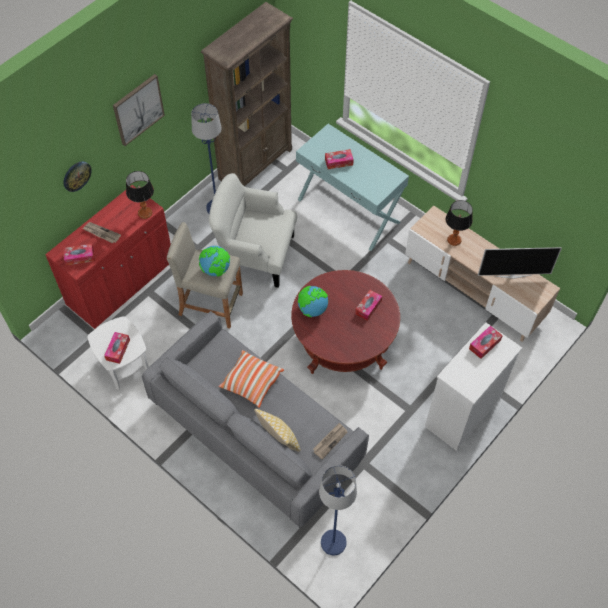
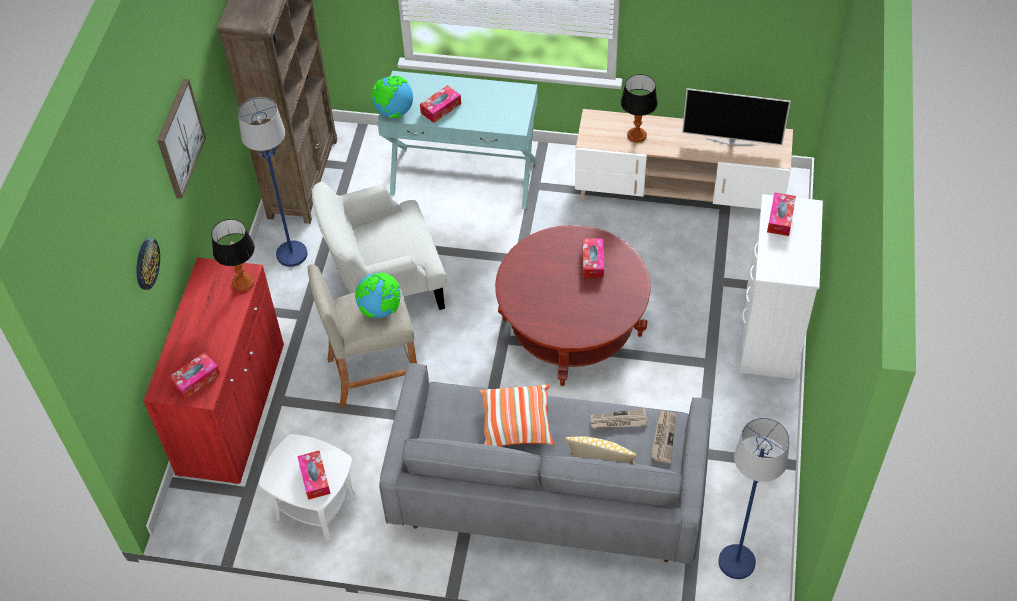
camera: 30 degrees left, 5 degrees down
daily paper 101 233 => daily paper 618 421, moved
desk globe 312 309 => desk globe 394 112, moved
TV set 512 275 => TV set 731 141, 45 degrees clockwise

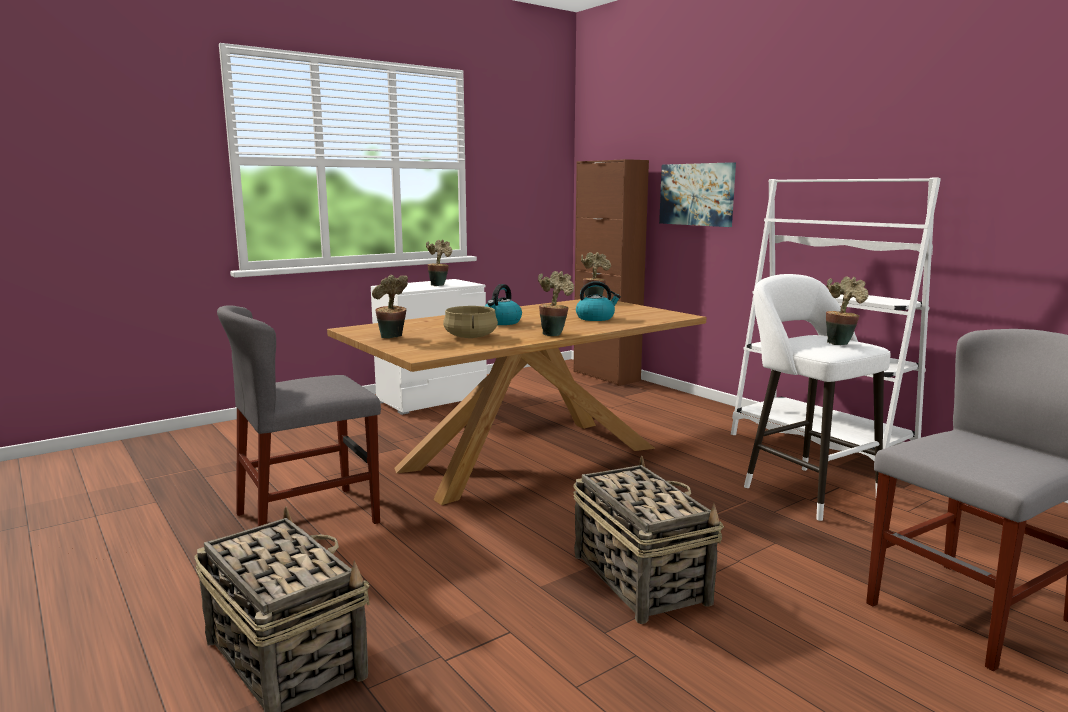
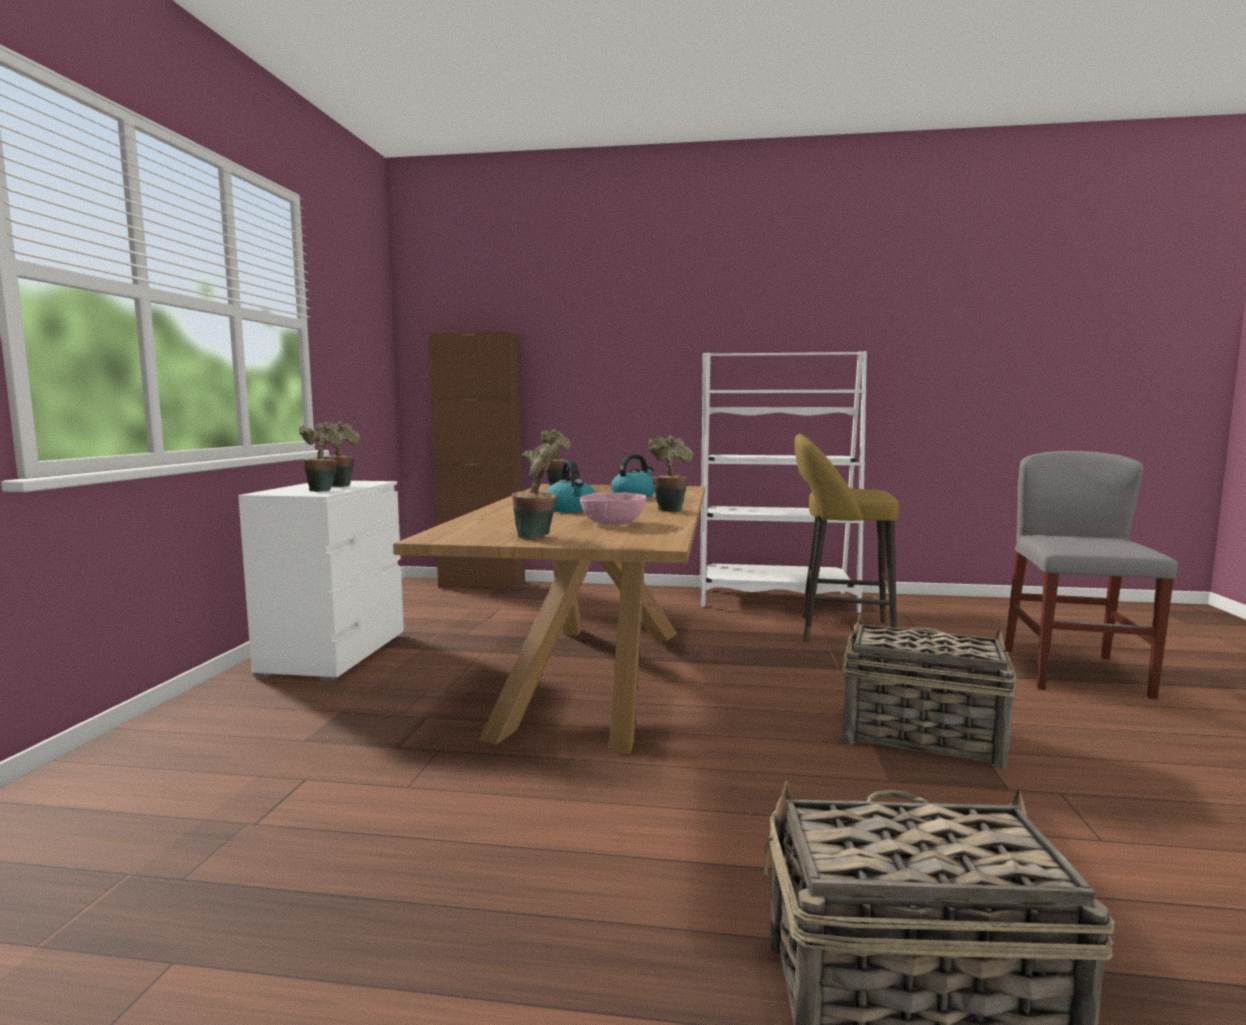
camera: 45 degrees left, 5 degrees down
plain chair (grey) 308 518 => nothing
saucepot (beige) 471 337 => bowl (pink-coloured) 613 523
wall art 697 194 => nothing
sitting stool (whitish) 804 490 => sitting stool (yellow) 838 631
plant in a pot 840 342 => plant in a pot 322 490, moved

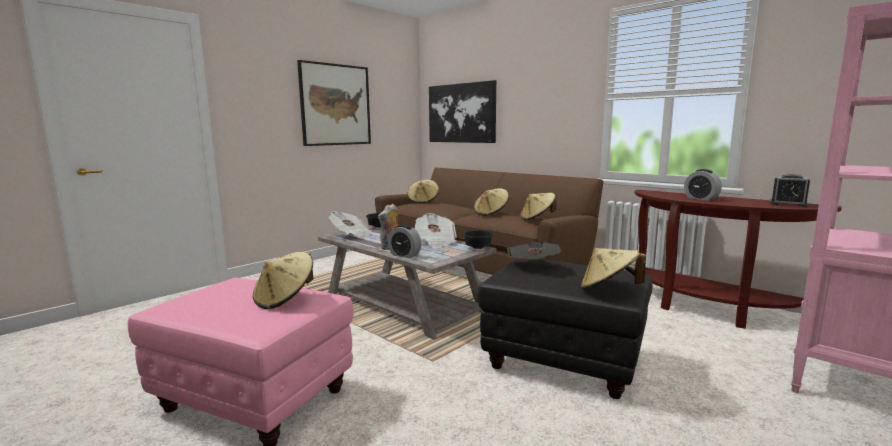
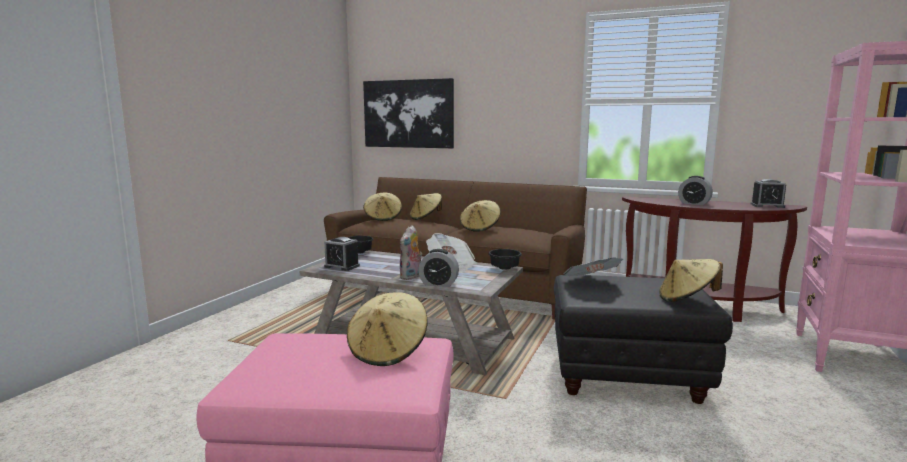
camera: 20 degrees left, 0 degrees up
wall art 335 105 => nothing
daily paper 351 236 => alarm clock 342 266
clothing hat (beige) 537 218 => clothing hat (beige) 426 218, moved

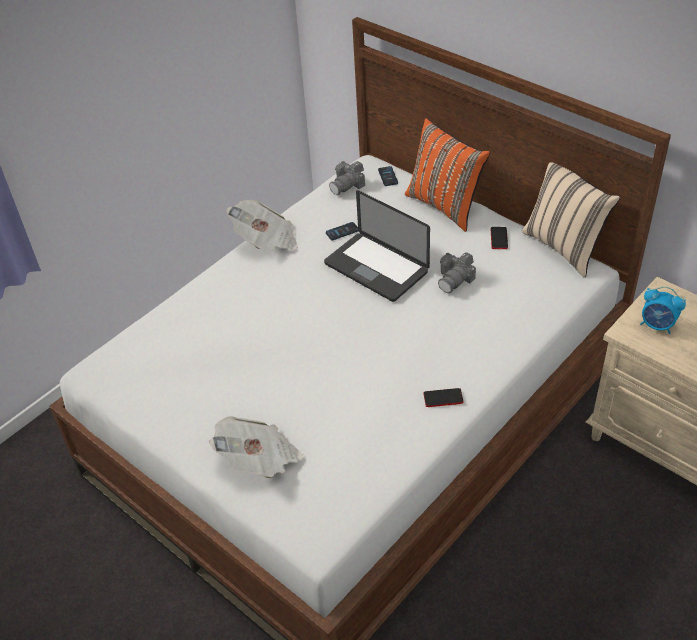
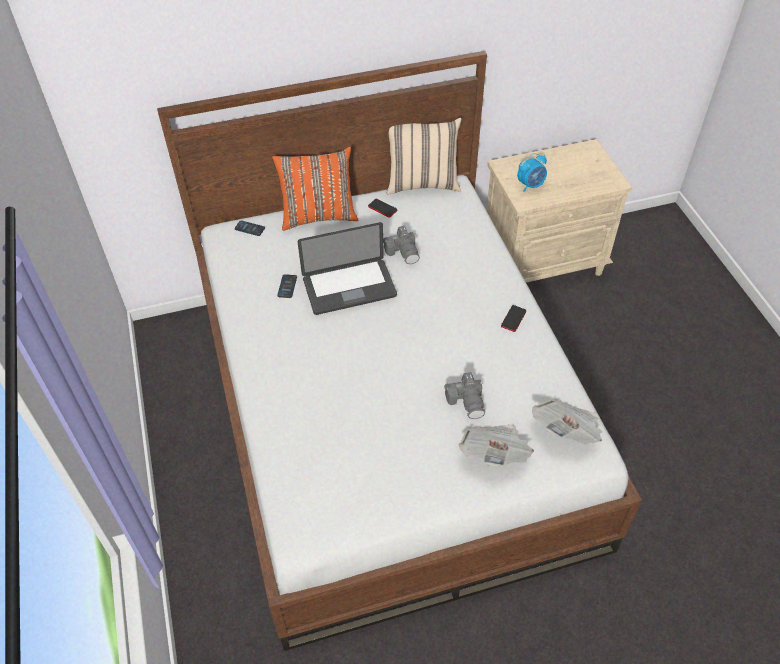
camera: 60 degrees left, 5 degrees up
daily paper 266 241 => daily paper 567 431, moved
still camera 347 185 => still camera 467 401, moved

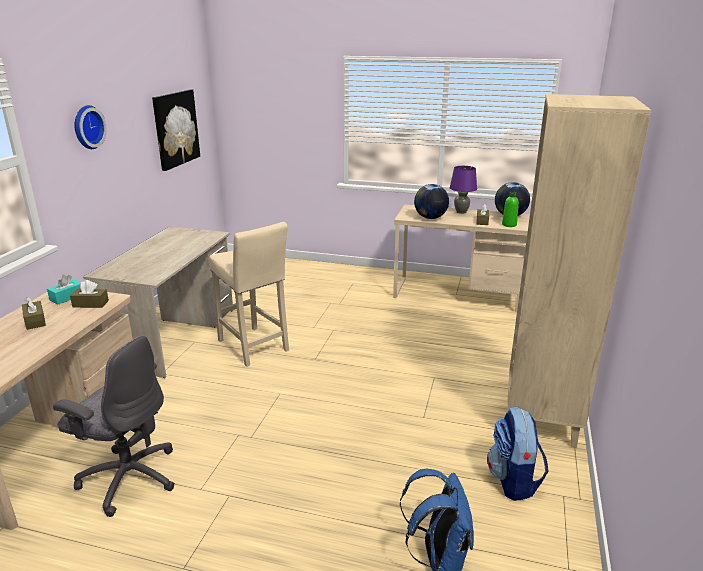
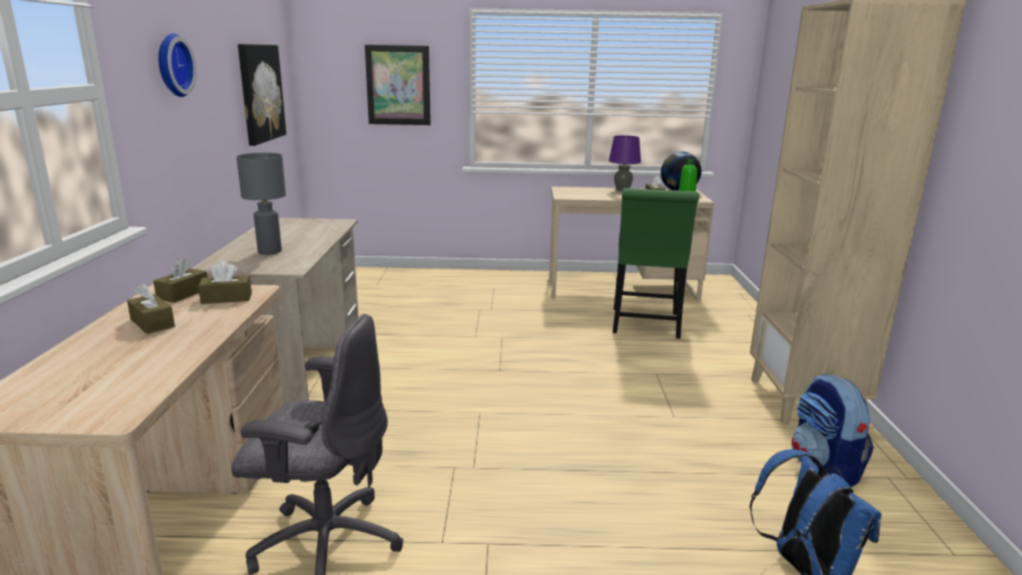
camera: 15 degrees left, 5 degrees down
box of tissues (turquoise-coloured) 67 297 => box of tissues (brownish) 183 294
sitting stool (beige) 254 347 => nothing
desk globe 430 218 => nothing
nothing => lamp for a table (grey) 269 252
nothing => wall art 398 85
nothing => plain chair (green-coloured) 645 326

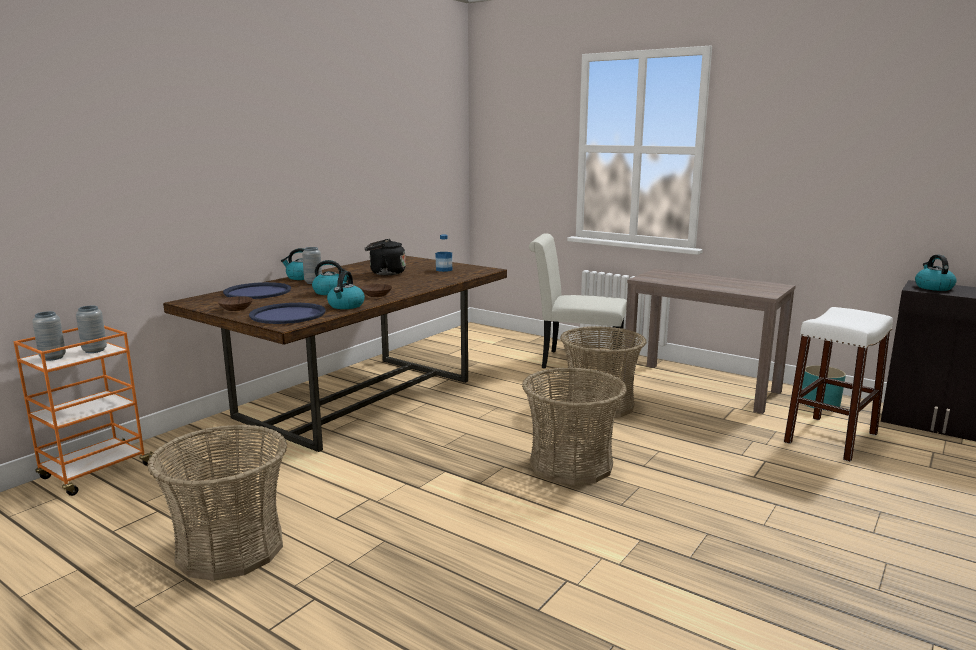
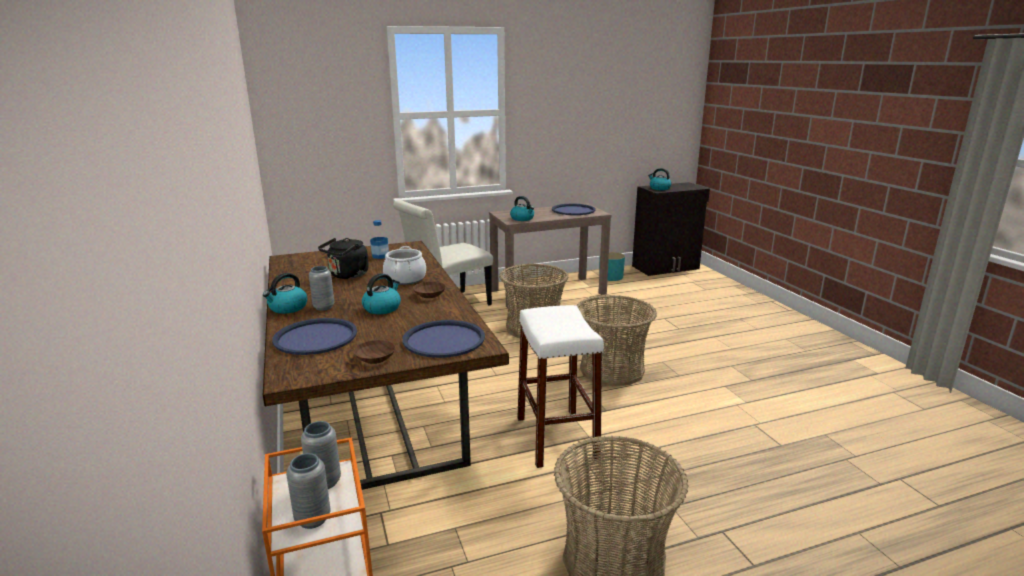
camera: 55 degrees left, 5 degrees up
kettle 346 306 => kettle 522 218, moved
sitting stool (whitish) 830 438 => sitting stool (whitish) 556 438, moved
nothing => saucepot 405 279
nothing => carrying tray (bluish) 573 210

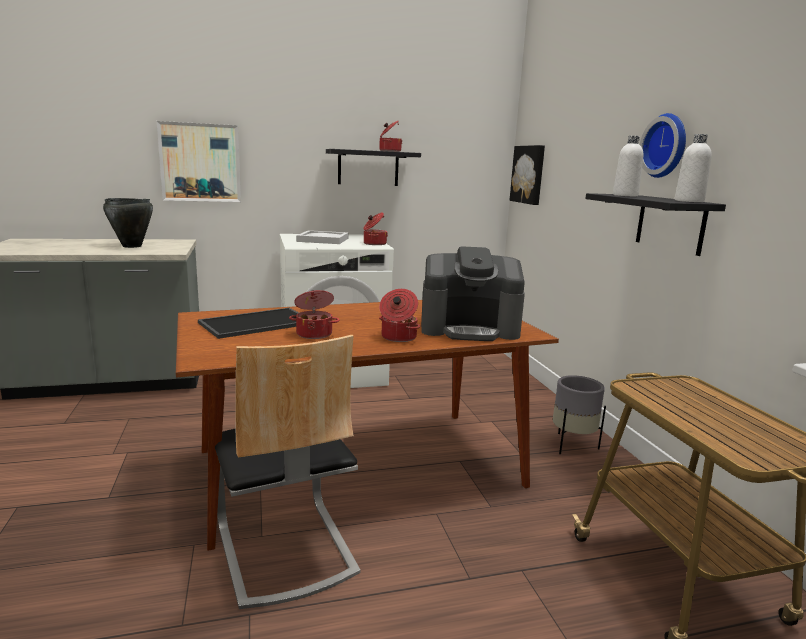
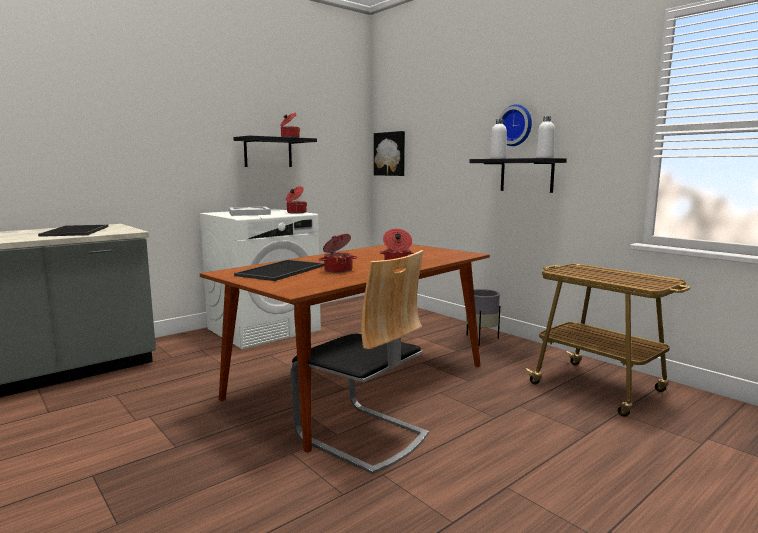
camera: 25 degrees left, 5 degrees down
saucepot (black-coloured) 132 246 => carrying tray 77 231
wall art 200 162 => nothing
coffee brewer 469 328 => nothing

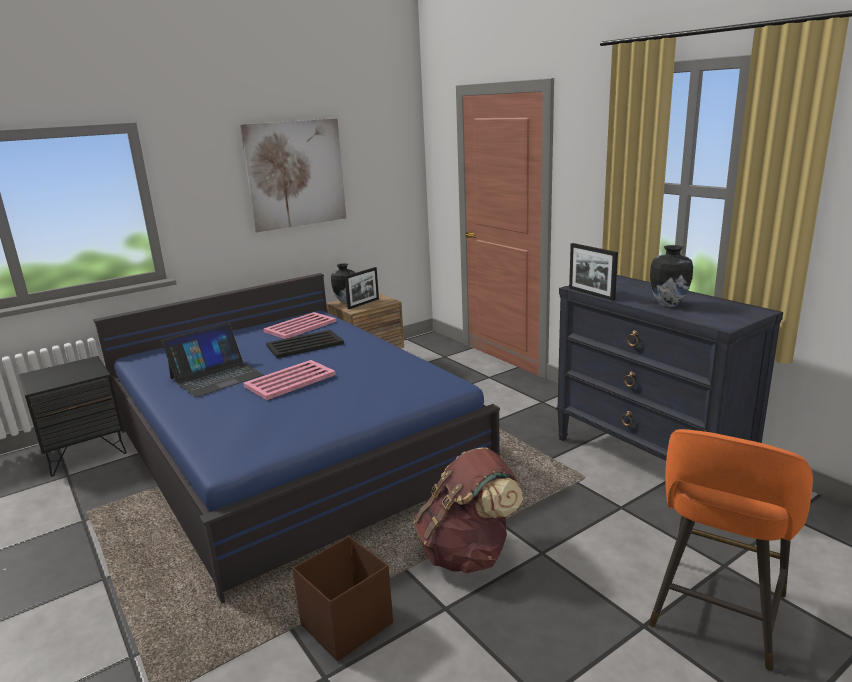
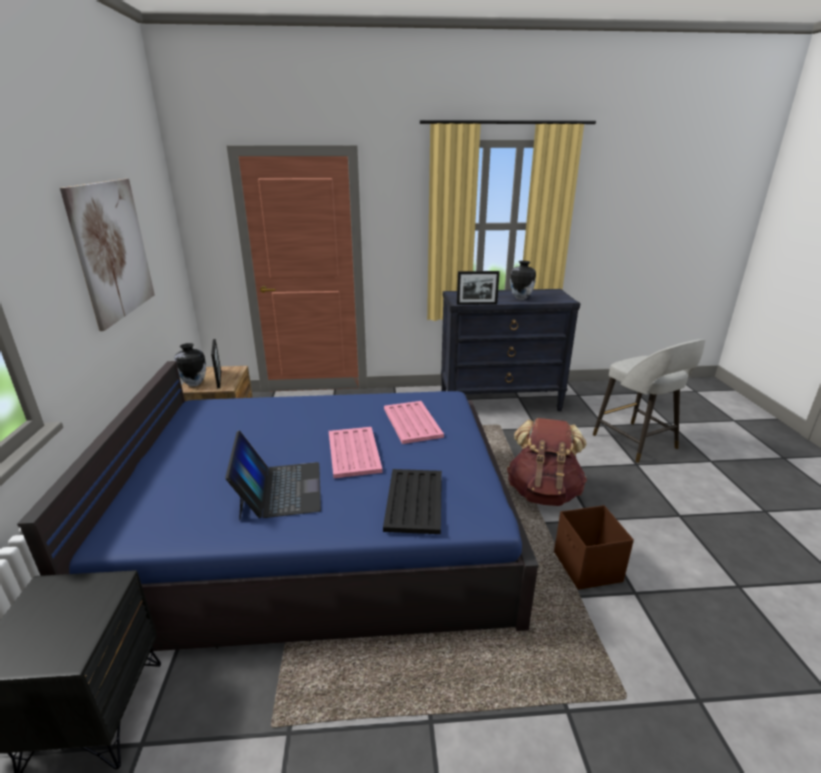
camera: 60 degrees left, 5 degrees up
carrying tray (pink-coloured) 301 326 => carrying tray (pink-coloured) 412 422, moved
carrying tray (black-coloured) 306 345 => carrying tray (black-coloured) 414 500, moved
sitting stool (orangey) 716 613 => sitting stool (grey) 636 443

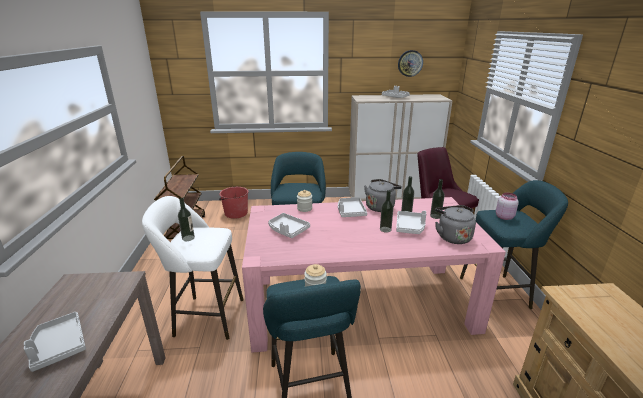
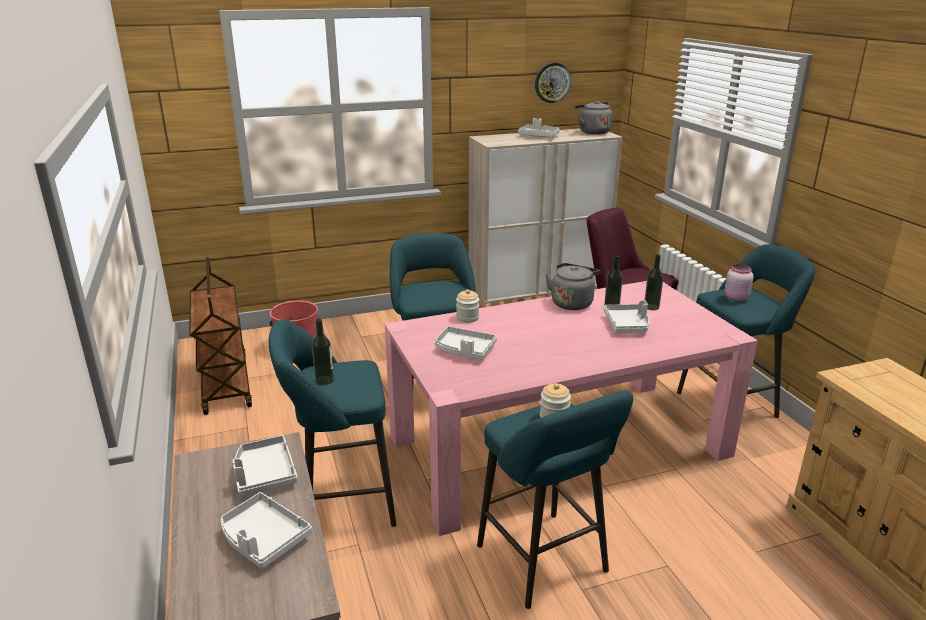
camera: 15 degrees left, 0 degrees up
sitting stool (whitish) 205 317 => sitting stool (turquoise-coloured) 341 503
carrying tray (grey) 350 212 => carrying tray (grey) 264 474, moved
bottle 385 229 => nothing
kettle (grey) 452 236 => kettle (grey) 592 132, moved

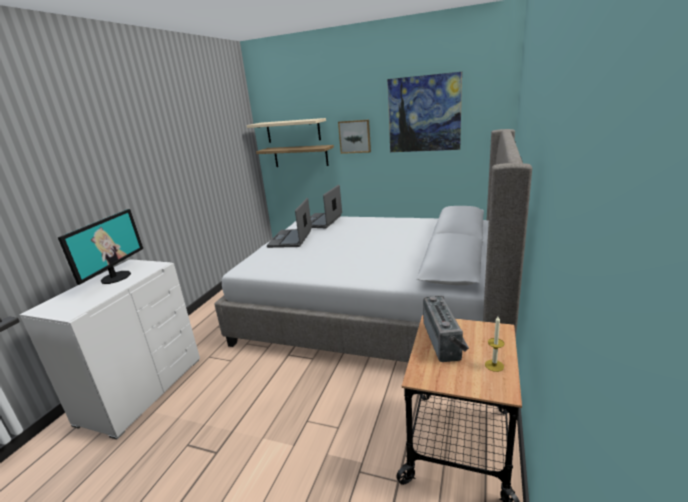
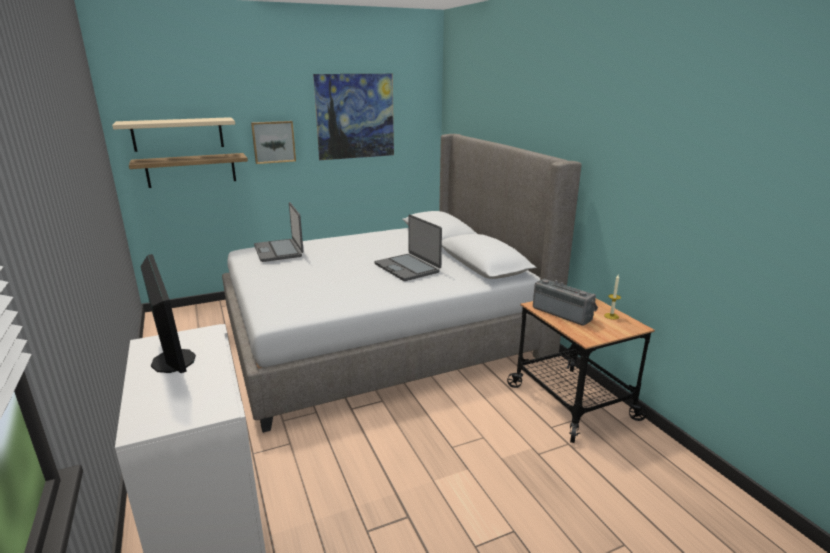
camera: 45 degrees left, 0 degrees up
portable computer 291 239 => portable computer 407 268, moved

